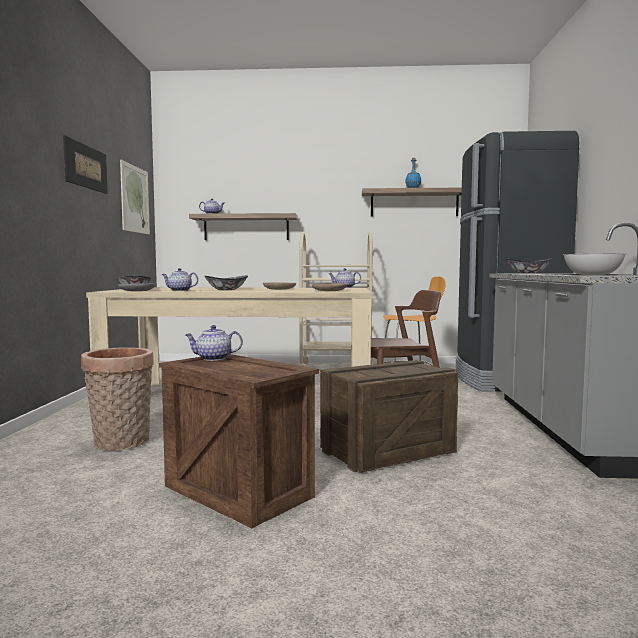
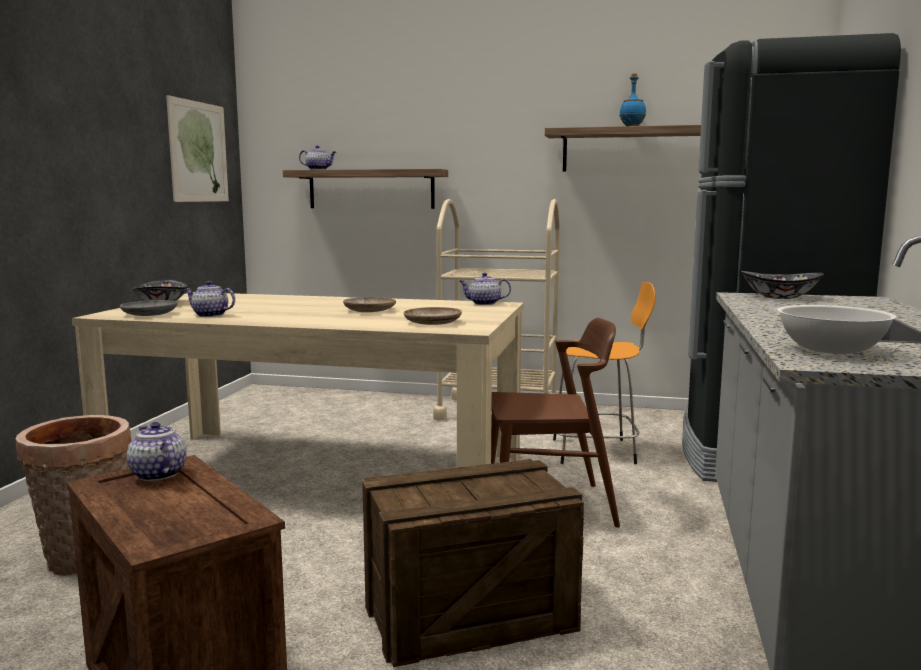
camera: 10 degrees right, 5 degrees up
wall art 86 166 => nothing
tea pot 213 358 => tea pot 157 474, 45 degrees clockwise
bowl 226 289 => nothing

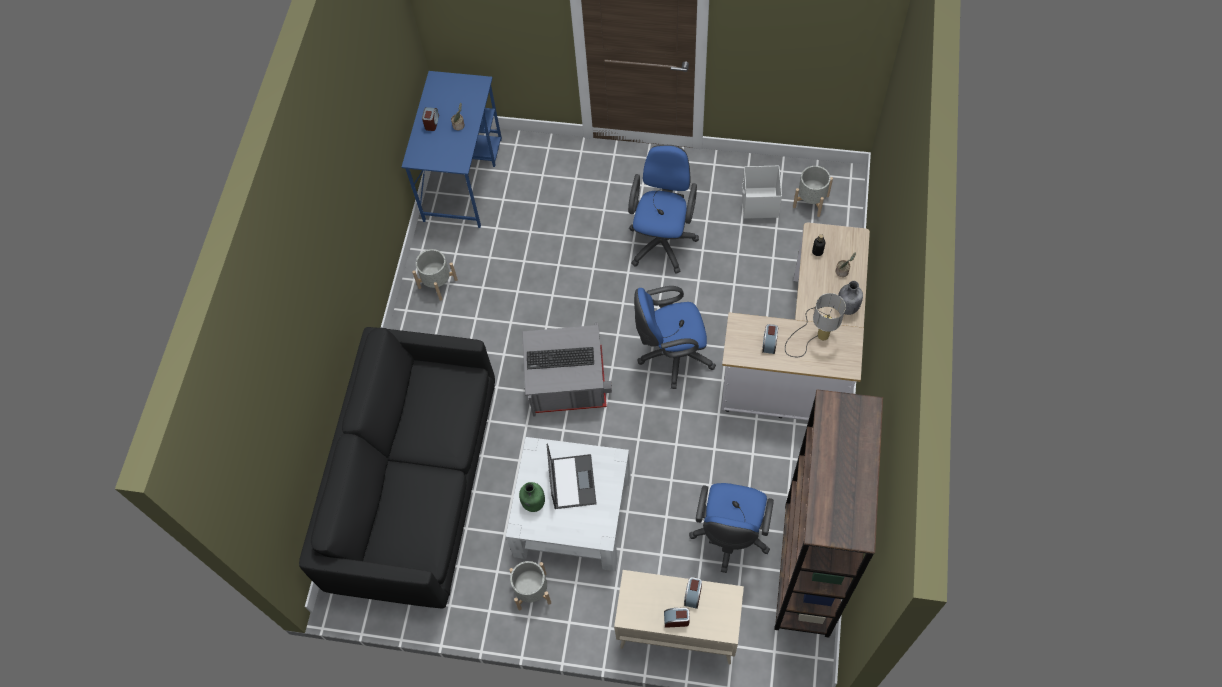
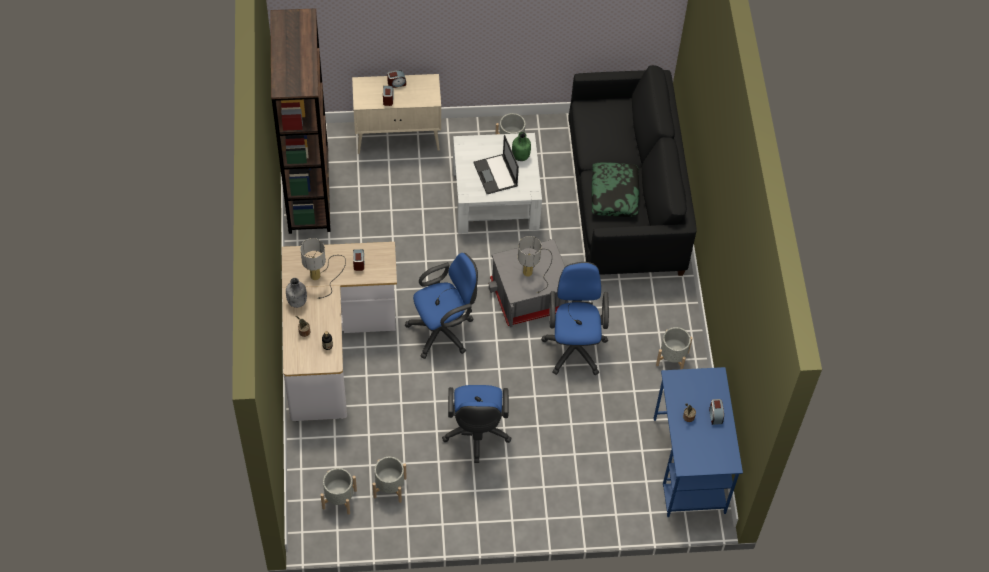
camera: 160 degrees right, 5 degrees down
keyboard 560 358 => lamp for a table 534 271
desk chair (bluish) 730 536 => desk chair (bluish) 574 345, moved
storage bin (whitish) 759 204 => planter (grey) 389 488
nothing => throw pillow 614 194

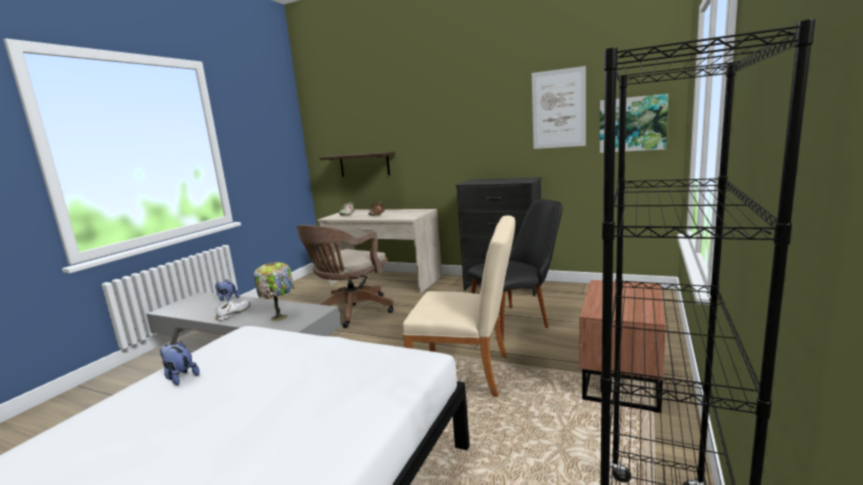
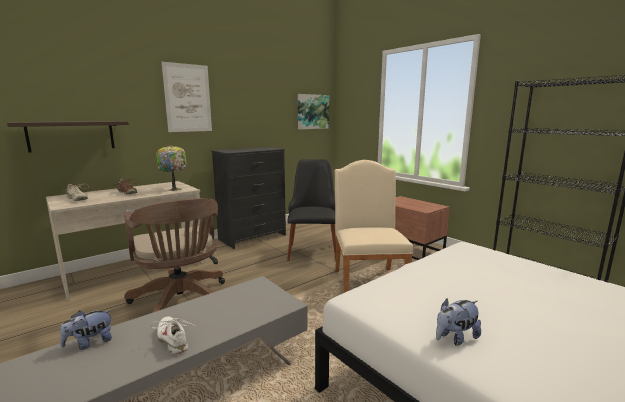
camera: 65 degrees left, 0 degrees up
lamp for a table 280 317 => lamp for a table 175 189, moved
plain chair (beige) 468 373 => plain chair (beige) 367 280, 45 degrees counterclockwise
wall art 558 109 => wall art 188 98, moved

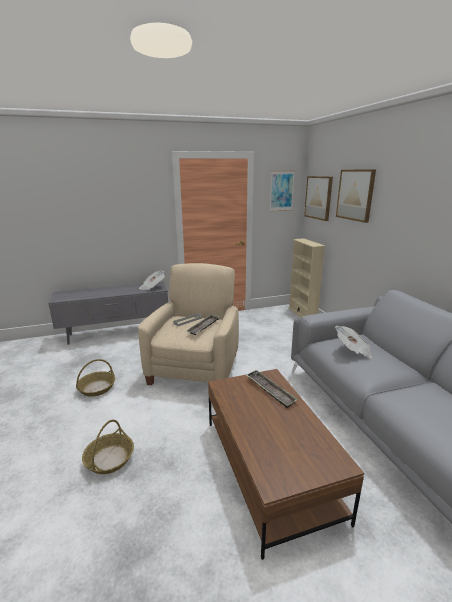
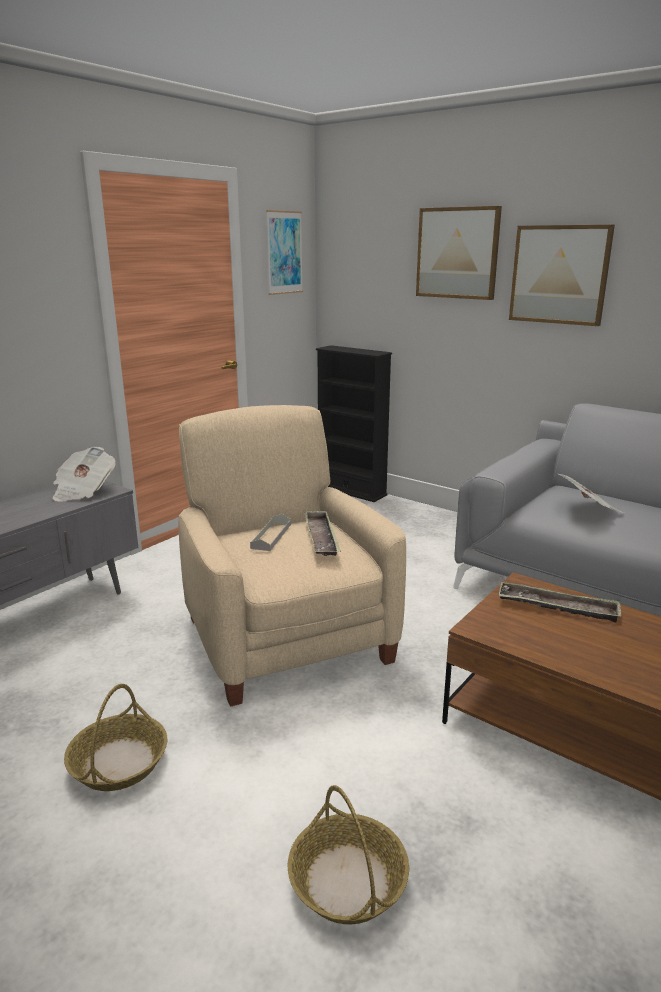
camera: 35 degrees left, 0 degrees up
shelving unit (beige) 302 314 => shelving unit (black-coloured) 351 491
wall art 318 197 => wall art 559 275, moved

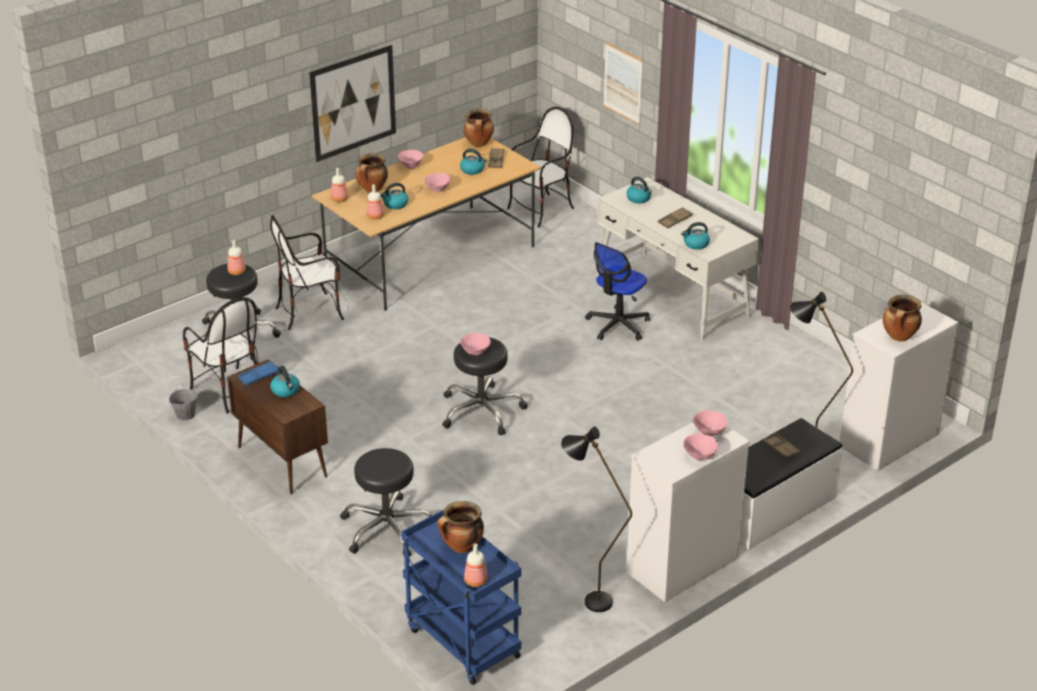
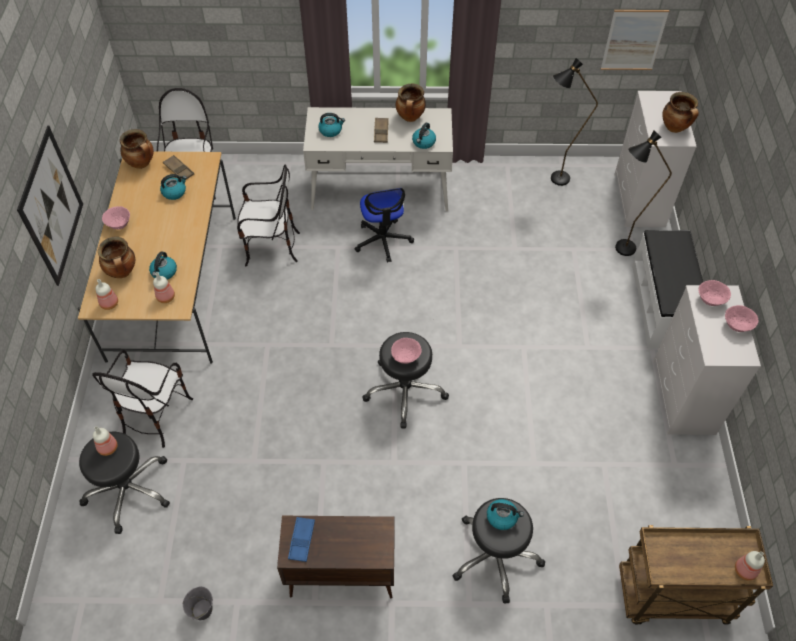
camera: 50 degrees left, 20 degrees up
plain chair 228 391 => plain chair 271 247, moved
kettle 286 391 => kettle 502 517, moved
wheeled cart (bluish) 461 642 => wheeled cart (brownish) 672 597
bowl (pink-coloured) 437 189 => nothing
saucepot 461 547 => saucepot 410 118, moved
floor lamp (black-coloured) 588 599 => floor lamp (black-coloured) 553 181, moved
wall art 623 83 => wall art 633 40, moved
carrying tray (brownish) 780 448 => nothing

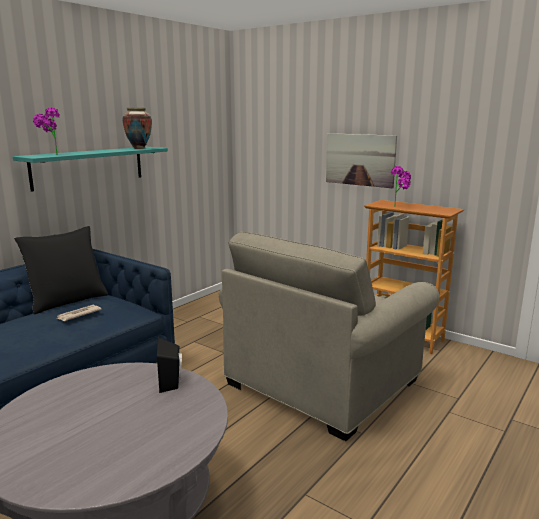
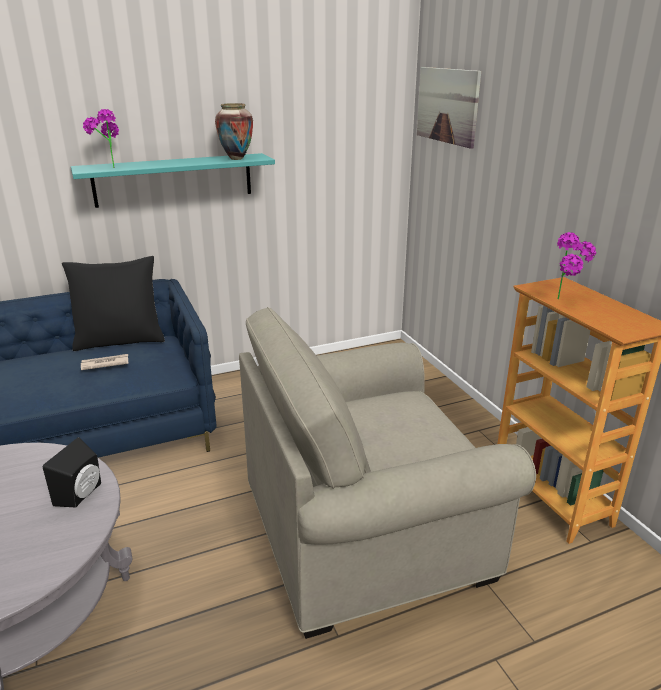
camera: 30 degrees right, 10 degrees up
wall art 360 159 => wall art 447 105, moved

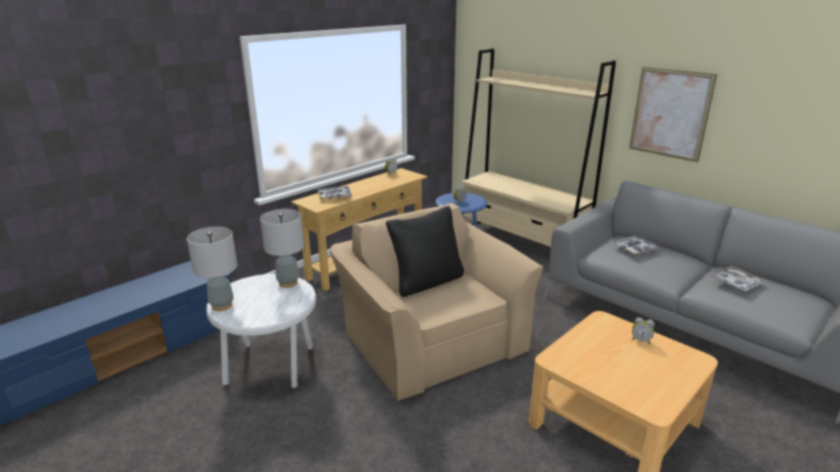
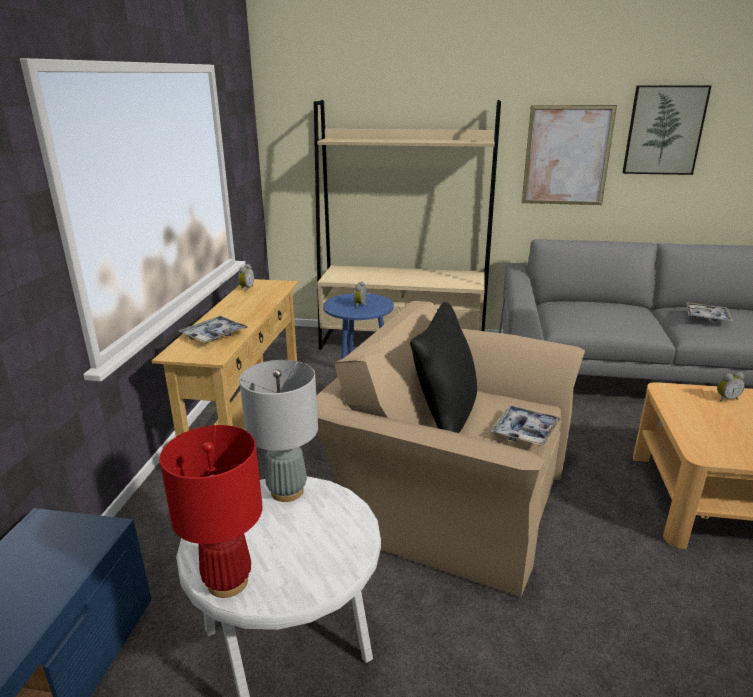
camera: 35 degrees left, 0 degrees up
lamp for a table (grey) 221 306 => lamp for a table (reddish) 228 582
carrying tray 635 249 => carrying tray 525 431, moved
nothing => wall art 664 130

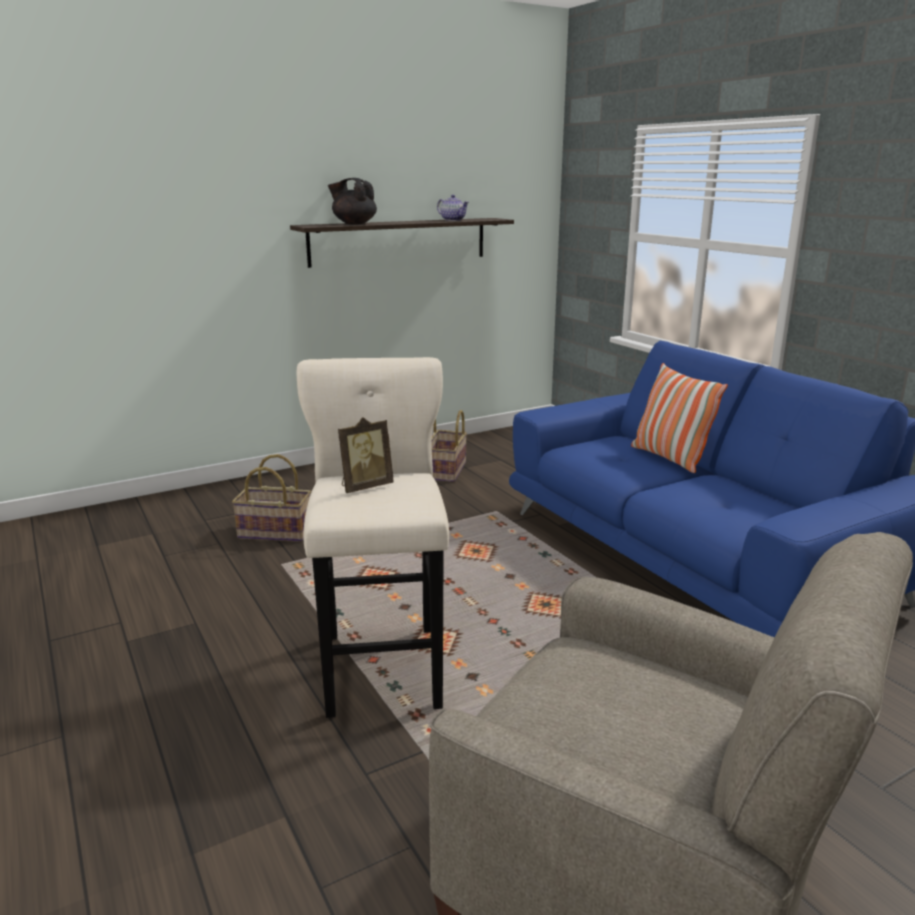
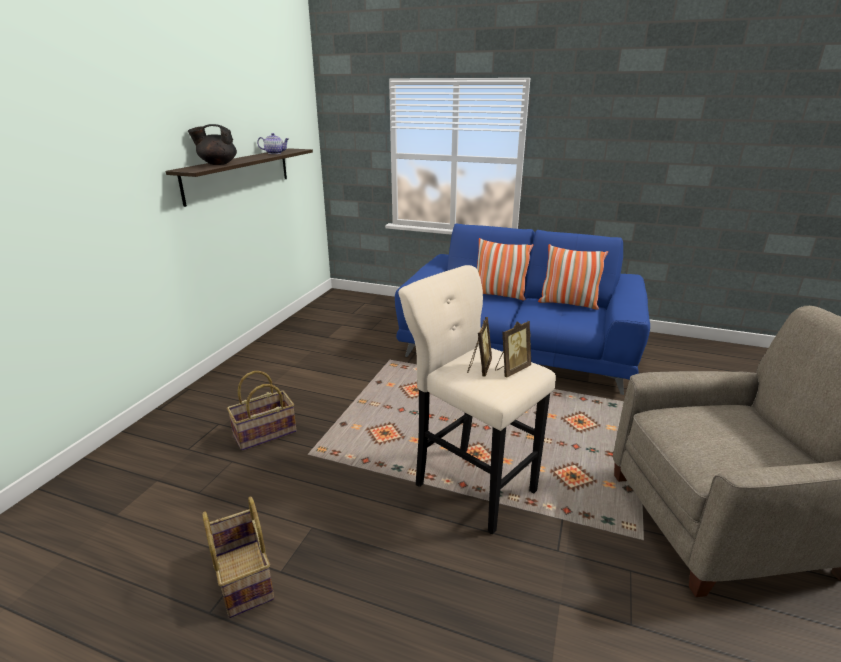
camera: 40 degrees left, 5 degrees up
storage basket 445 470 => storage basket 242 577, moved
nothing => photo frame 511 369
nothing => throw pillow 568 303

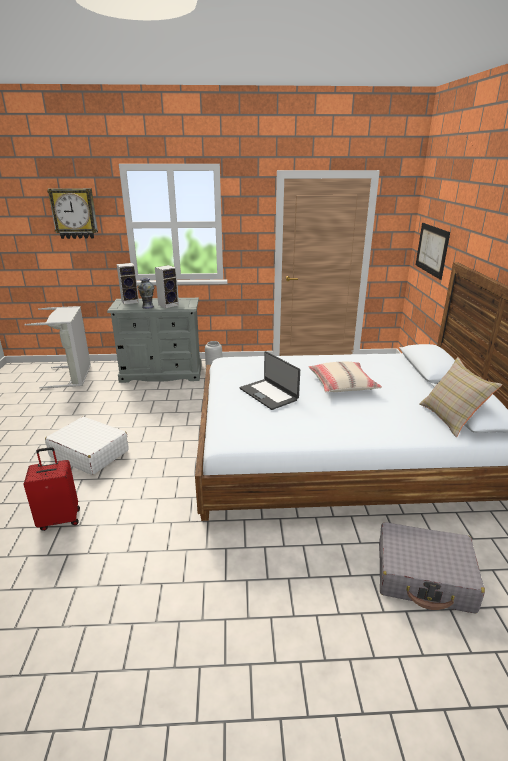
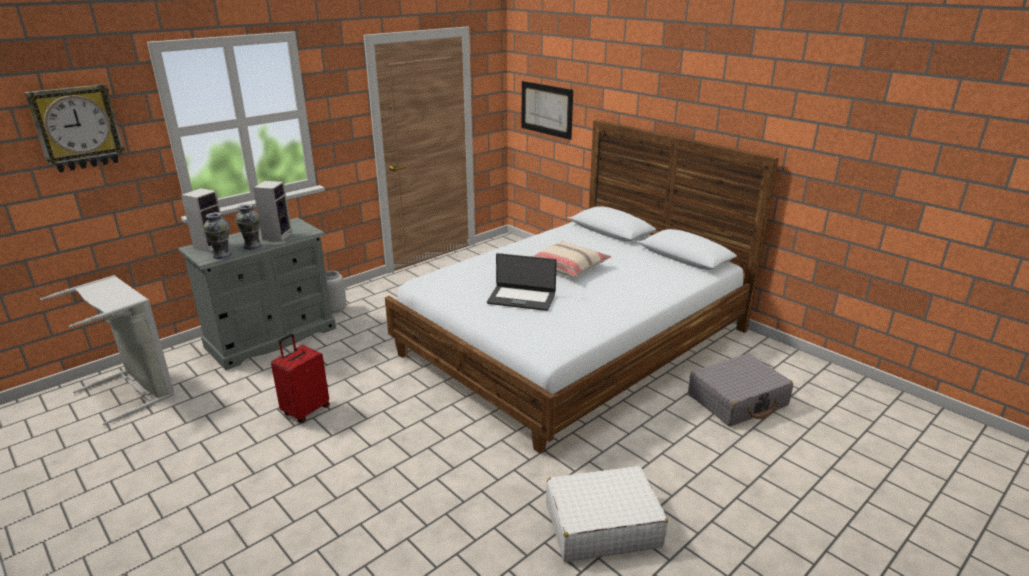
camera: 40 degrees left, 0 degrees up
suitcase (reddish) 60 519 => suitcase (reddish) 305 410, moved
suitcase (whitish) 89 453 => suitcase (whitish) 602 525, moved
throw pillow (beige) 451 418 => nothing
nothing => vase 222 255

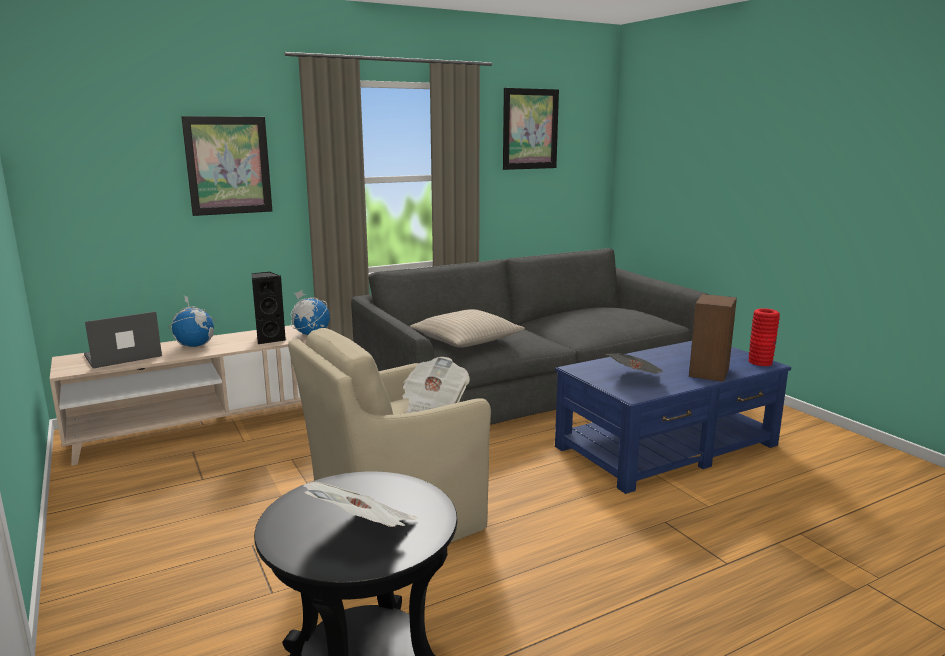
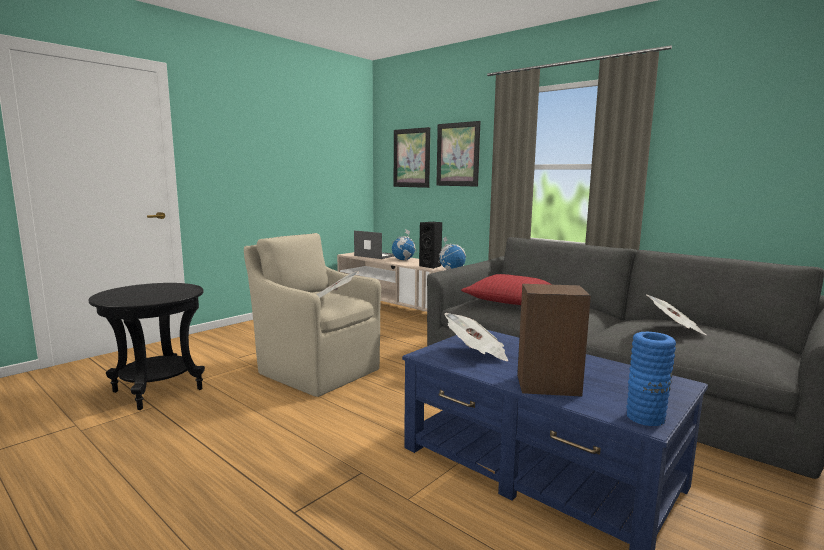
camera: 70 degrees right, 5 degrees down
daily paper 363 530 => daily paper 675 329, moved
throw pillow (beige) 466 340 => throw pillow (reddish) 510 300
wall art 530 129 => wall art 411 158, moved
vase (reddish) 760 362 => vase (bluish) 645 417

